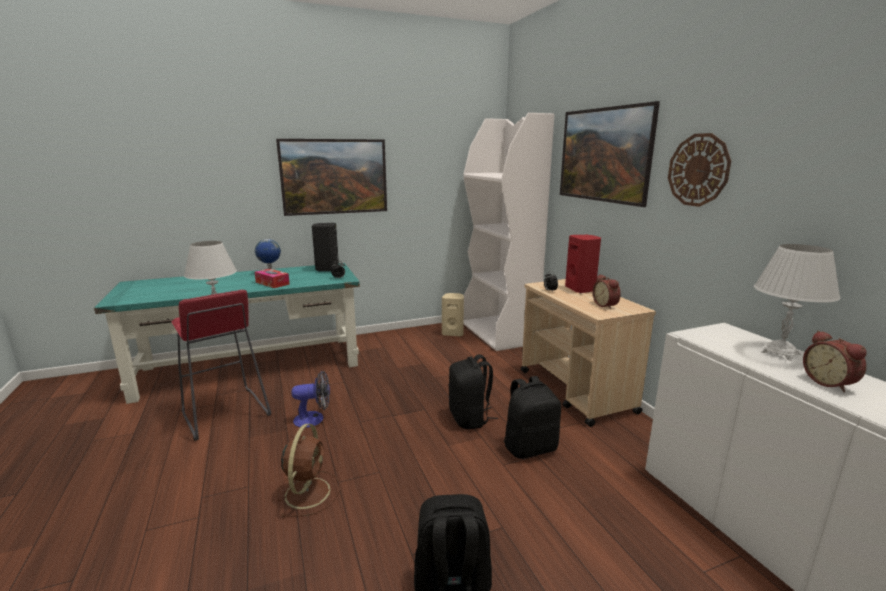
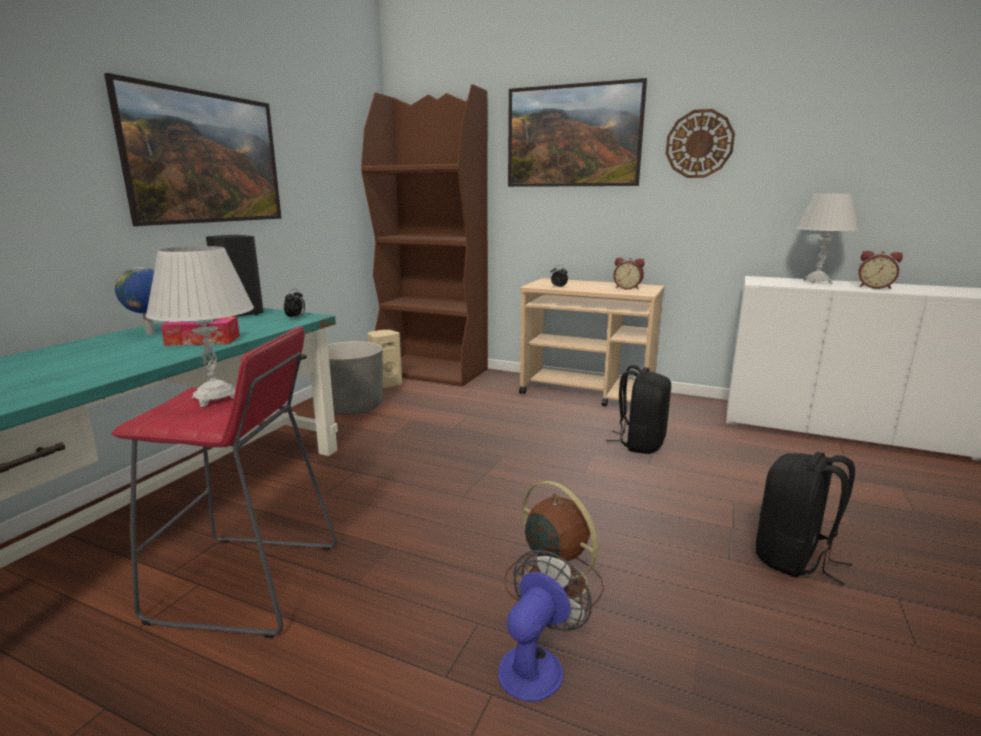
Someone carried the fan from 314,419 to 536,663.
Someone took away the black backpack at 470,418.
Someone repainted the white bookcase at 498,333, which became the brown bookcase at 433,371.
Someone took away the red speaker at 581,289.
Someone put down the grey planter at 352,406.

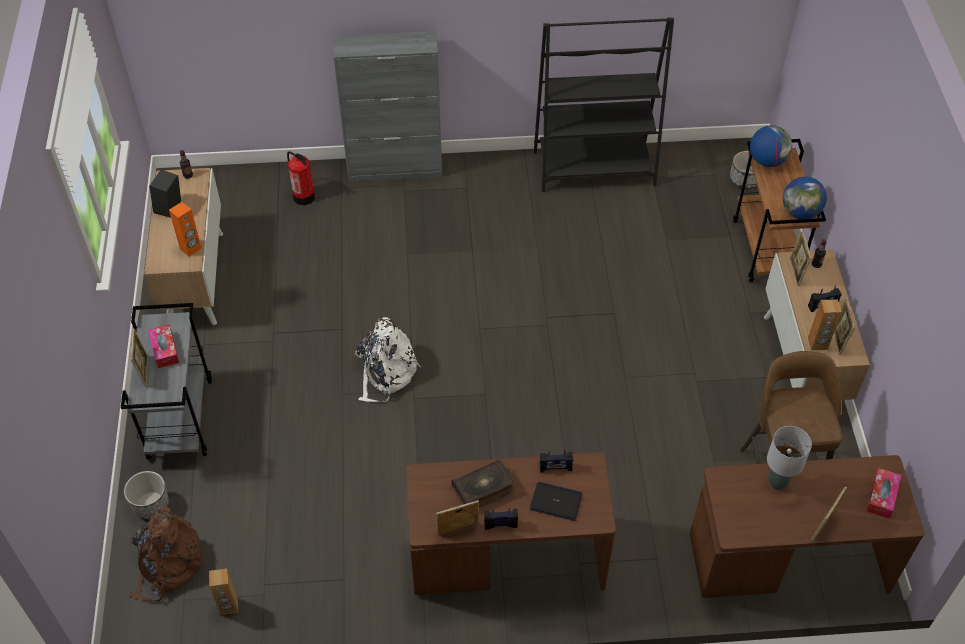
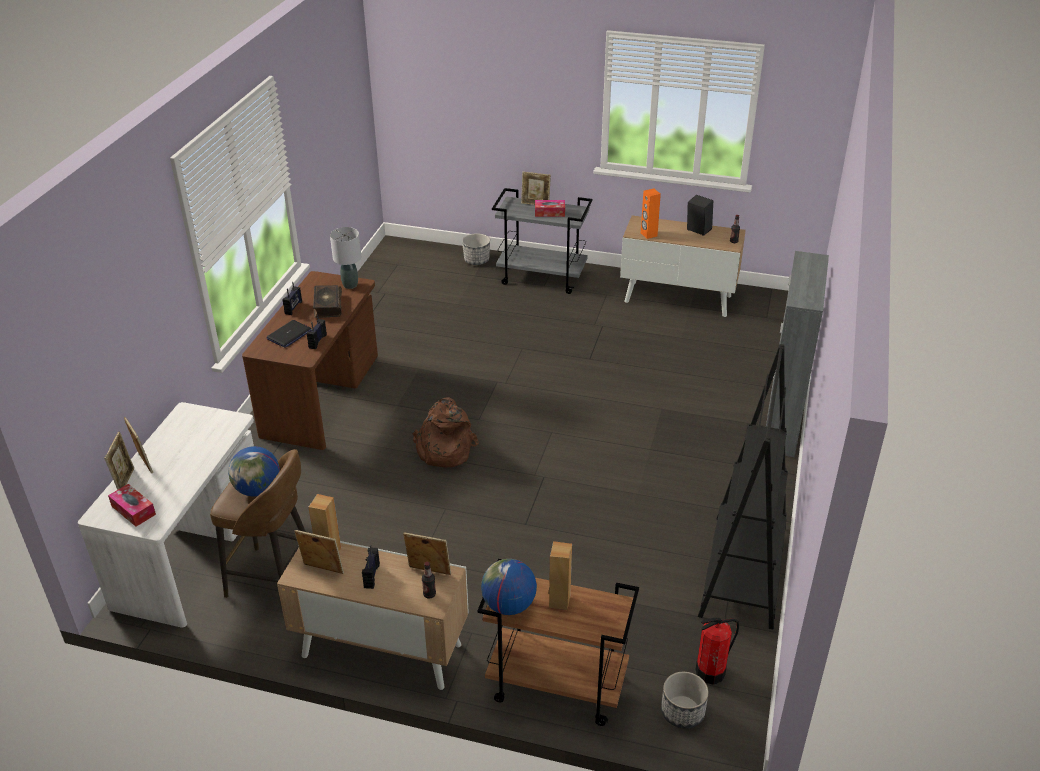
Someone carried the brown backpack from 167,565 to 443,450.
Someone carried the brown speaker from 229,606 to 559,601.
Someone carried the fire extinguisher from 304,196 to 711,672.
Someone took away the white backpack at 385,373.
Someone carried the picture frame from 458,530 to 125,481.
Someone repainted the brown desk at 788,561, which became the white desk at 192,551.
Someone carried the globe from 767,160 to 258,489.
Someone carried the grey table lamp from 778,482 to 350,285.

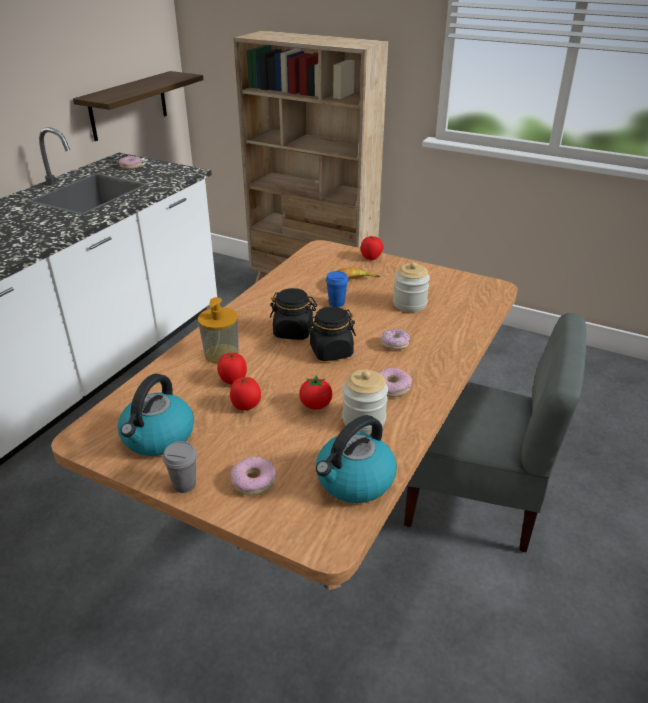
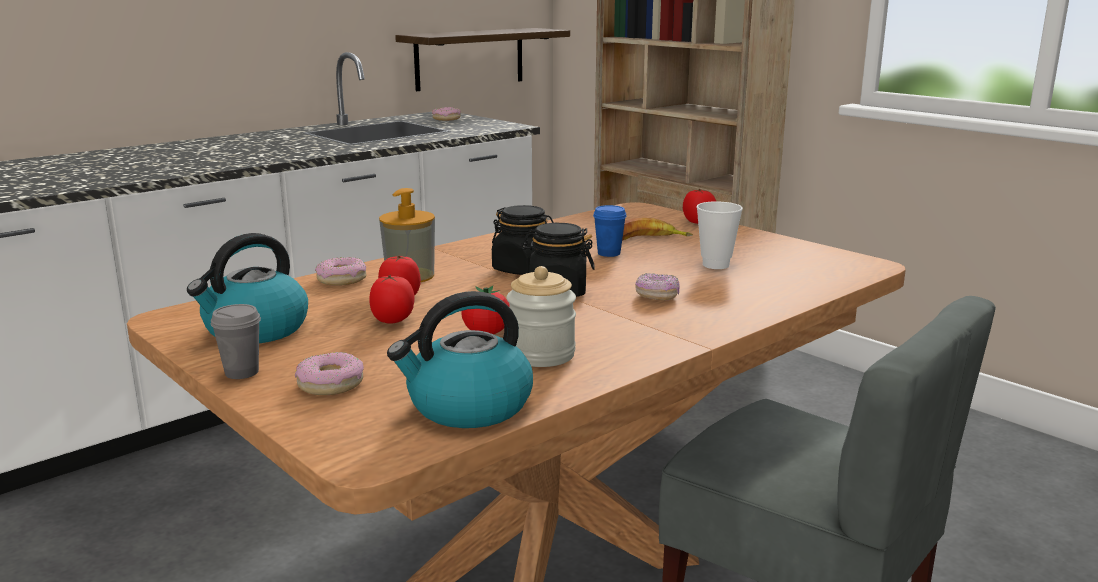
Someone carried the donut from 392,387 to 341,279.
Someone swapped the jar at 409,304 for the cup at 715,265.

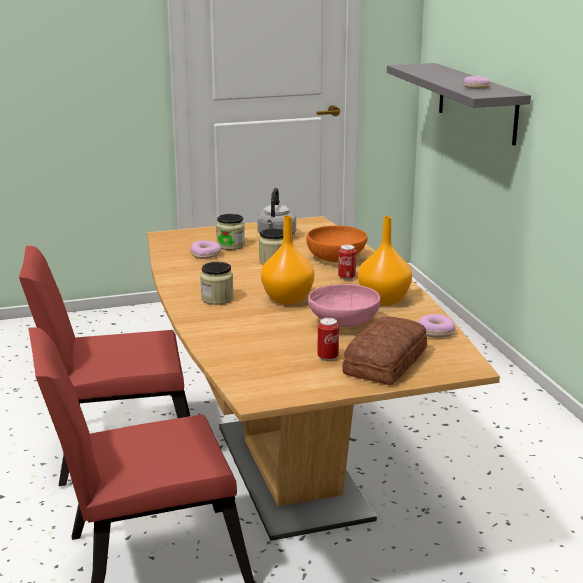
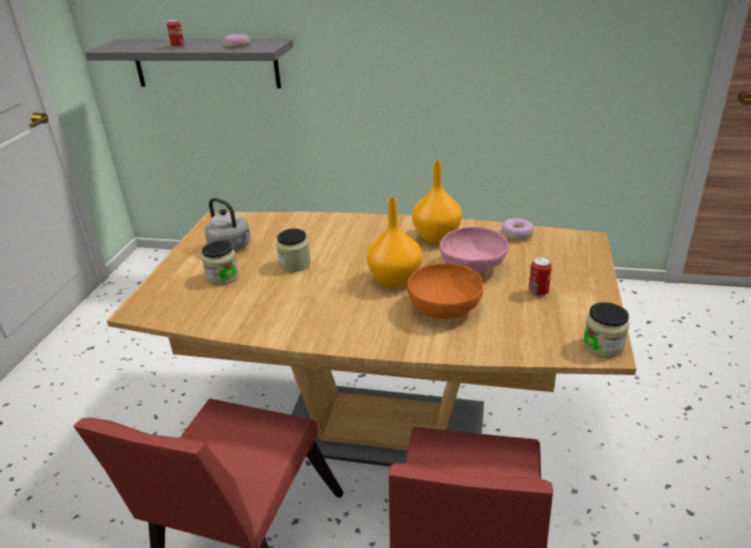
Someone took away the donut at 205,255.
Someone carried the jar from 217,298 to 602,346.
Someone carried the orange bowl from 337,258 to 444,308.
Someone carried the can from 346,277 to 178,46.
Someone took away the bread at 388,361.

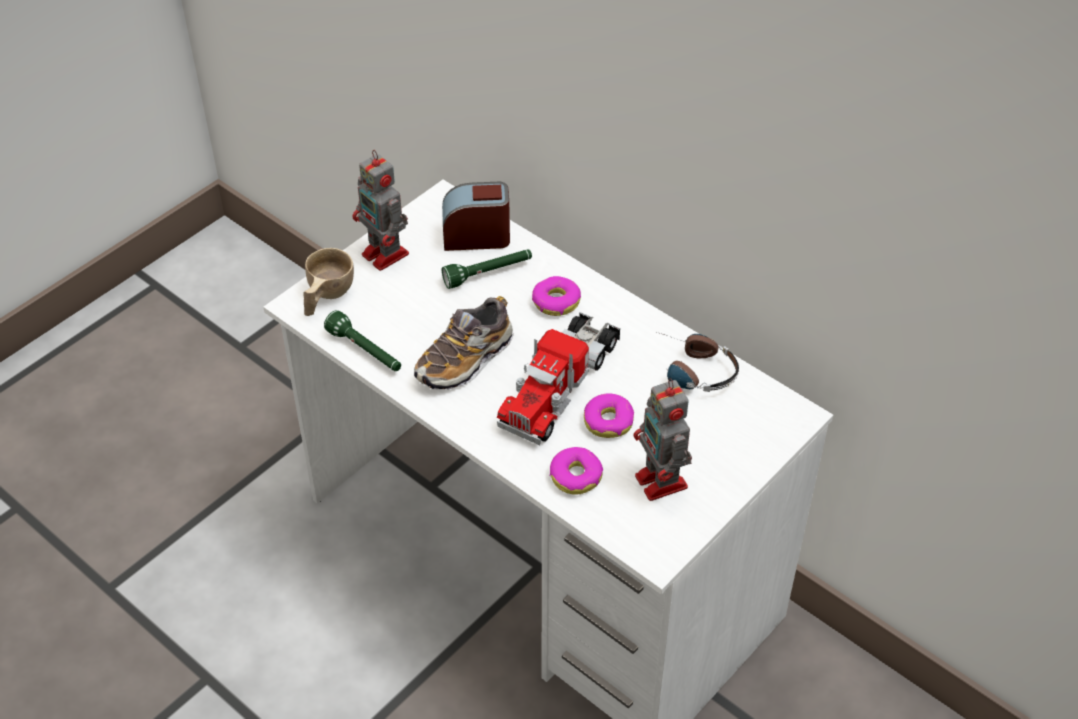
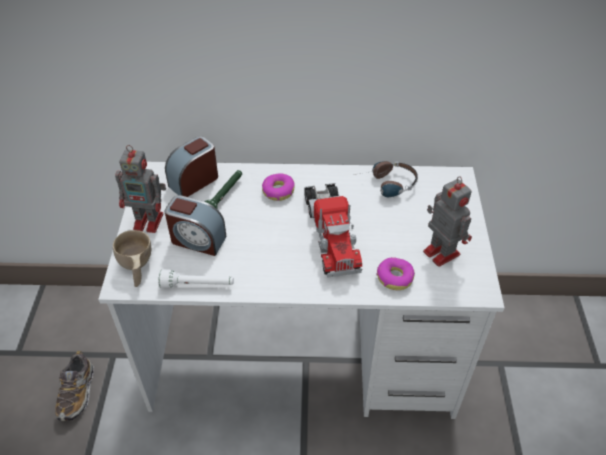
Someone repainted the green flashlight at 365,351, which became the white flashlight at 197,285.
Someone carried the shoe from 465,360 to 77,393.
Someone took away the donut at 608,421.
Someone rotated the toy robot at 662,483 by 150 degrees counterclockwise.
Someone put down the alarm clock at 197,240.

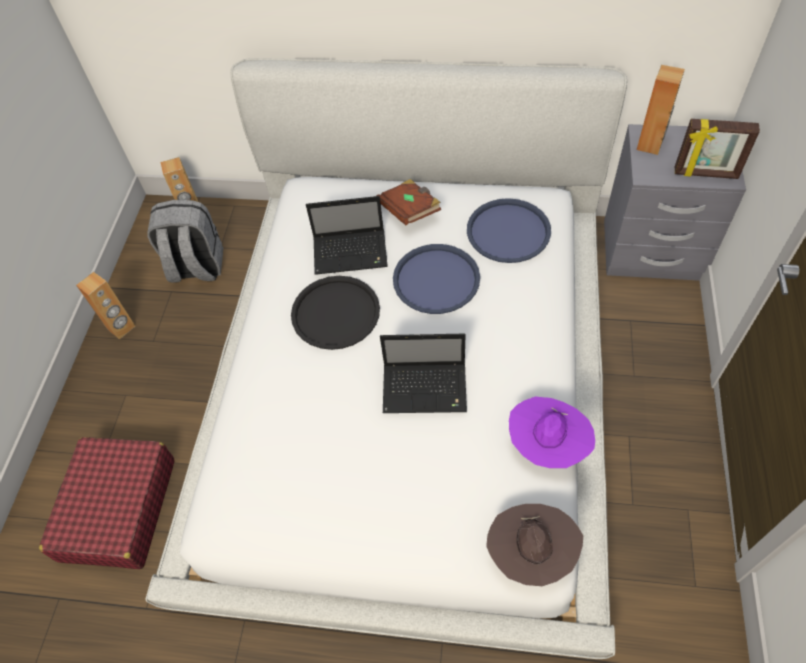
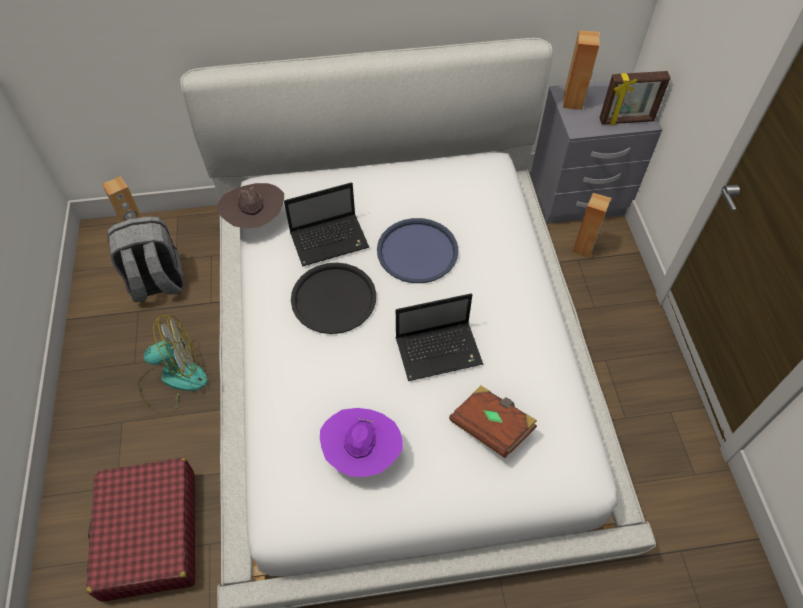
Someone carried the brown speaker from 122,328 to 584,248.
Someone carried the brown book from 410,211 to 491,426.
Someone took away the blue tray at 508,231.
Someone carried the brown hat from 530,553 to 255,221.
Someone carried the purple hat from 547,445 to 362,453.
Someone put down the fan at 173,379.

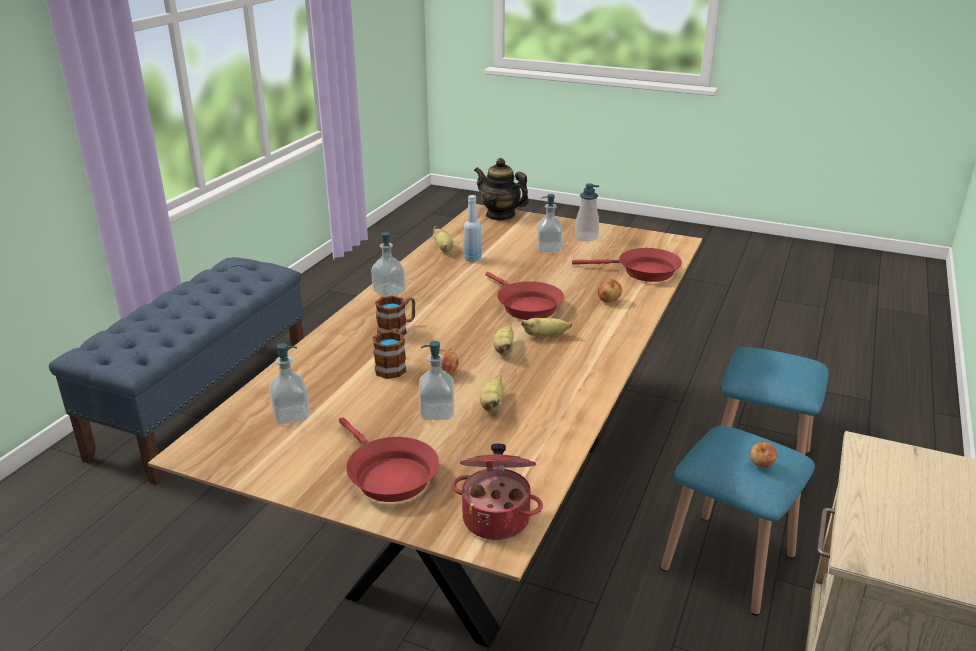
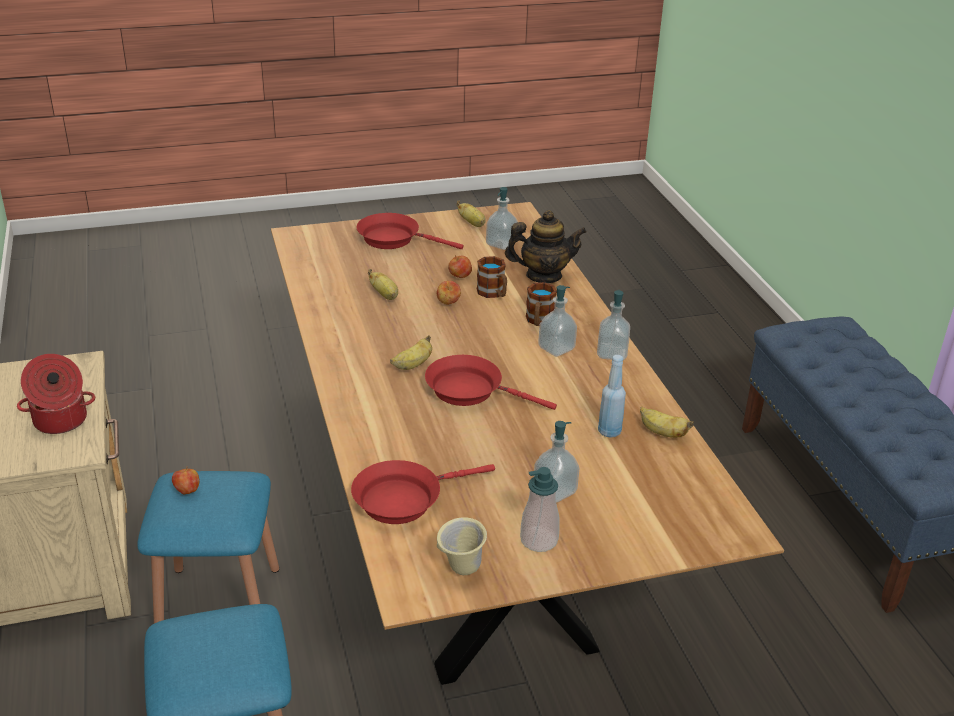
Someone carried the soap dispenser from 437,412 to 556,348.
Someone carried the cooking pot from 497,518 to 60,421.
Someone carried the teapot from 500,215 to 543,276.
Someone carried the banana from 504,350 to 472,224.
Someone carried the apple from 609,301 to 459,277.
Someone put down the beige mug at 461,570.

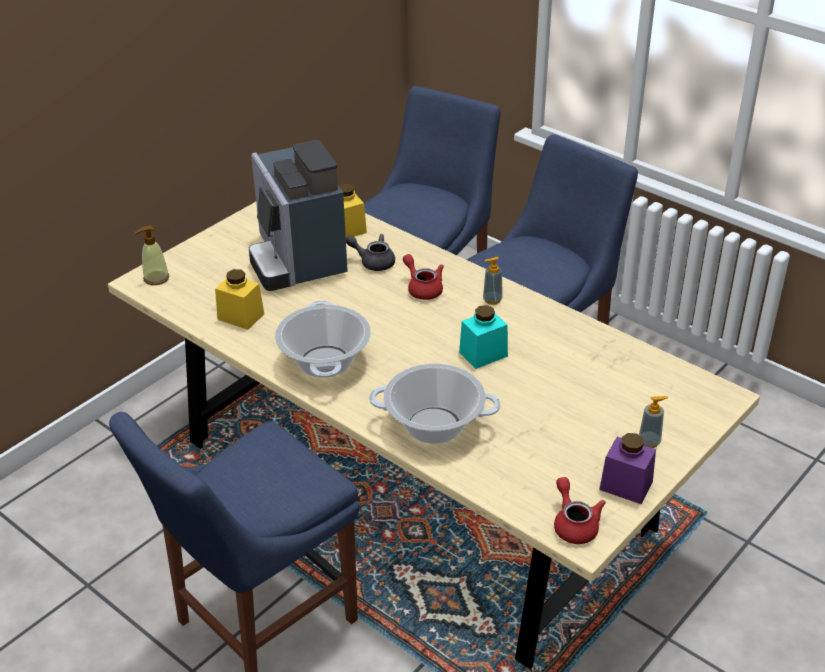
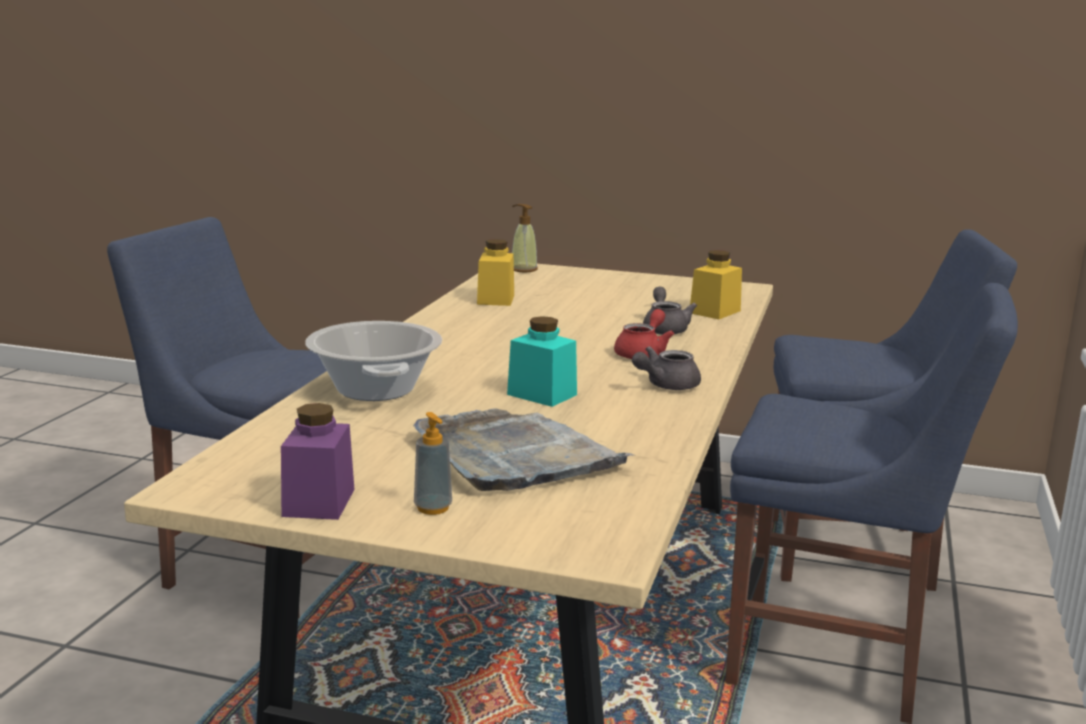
Someone took away the coffee machine at 297,259.
Someone took away the cooking pot at 324,362.
Someone swapped the soap dispenser at 492,300 for the grey teapot at 665,386.
Someone took away the red teapot at 574,524.
Someone put down the grey tray at 515,456.

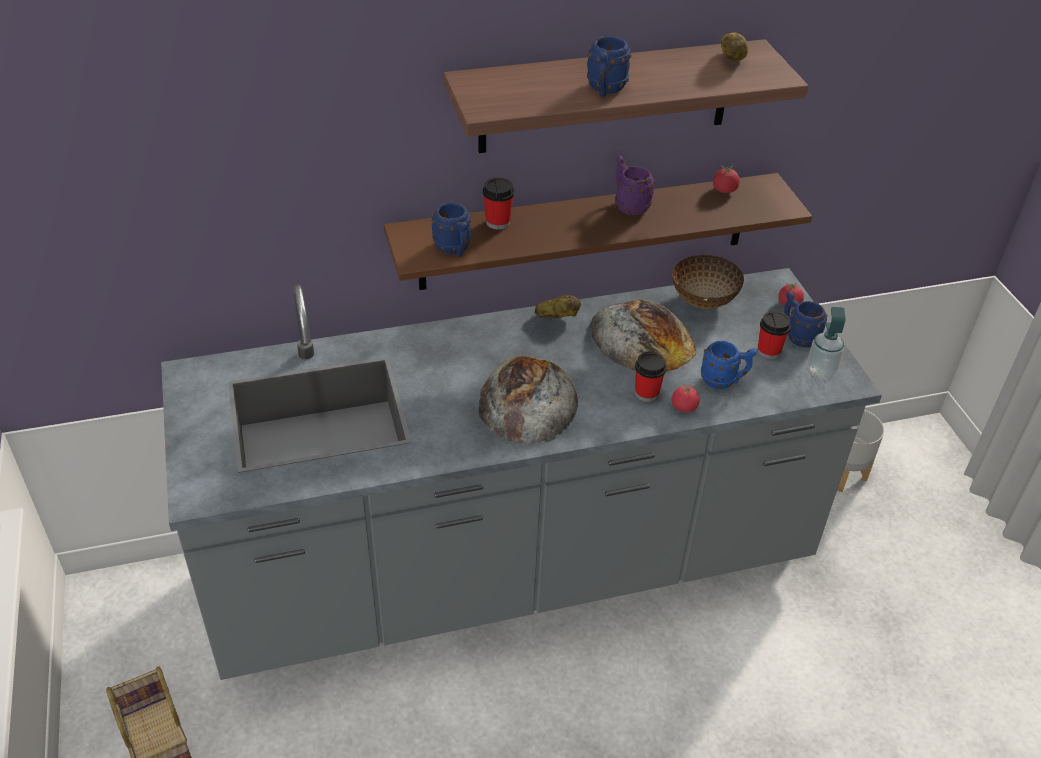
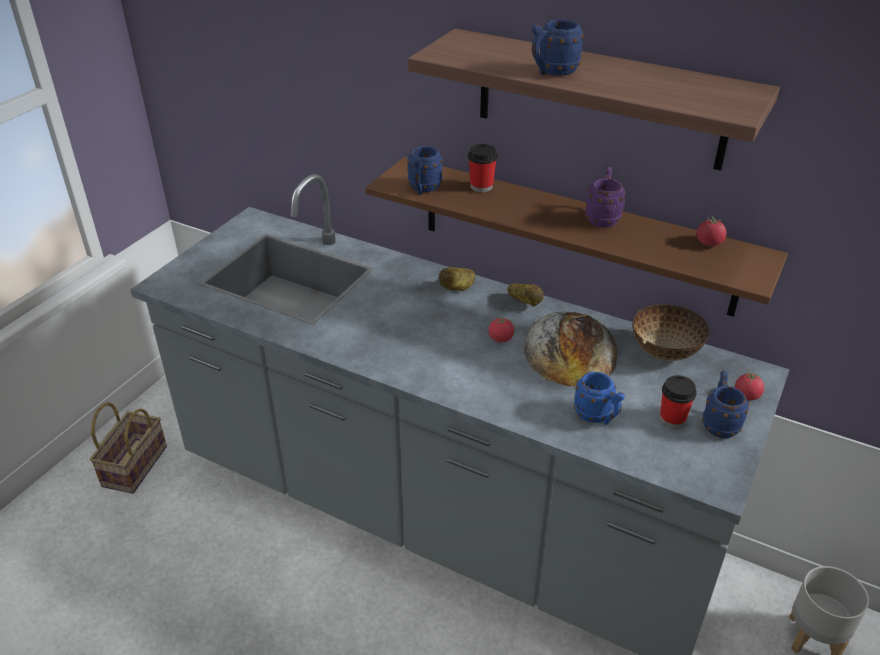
Someone took away the bread at 527,401.
Someone took away the cup at 646,393.
Someone carried the tomato from 684,407 to 500,338.
Someone carried the potato from 733,59 to 457,288.
Someone took away the soap dispenser at 821,370.

